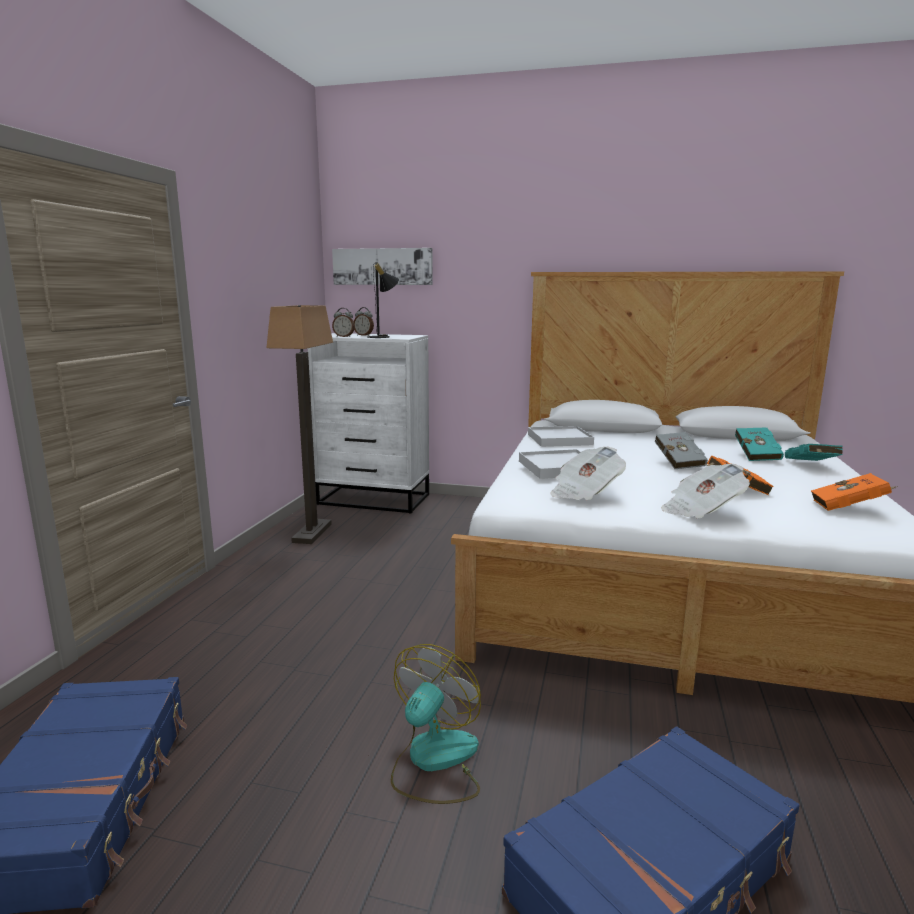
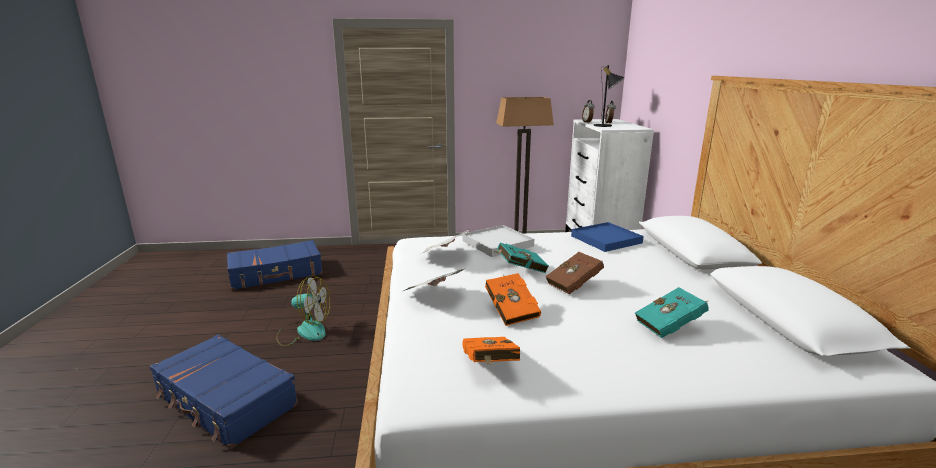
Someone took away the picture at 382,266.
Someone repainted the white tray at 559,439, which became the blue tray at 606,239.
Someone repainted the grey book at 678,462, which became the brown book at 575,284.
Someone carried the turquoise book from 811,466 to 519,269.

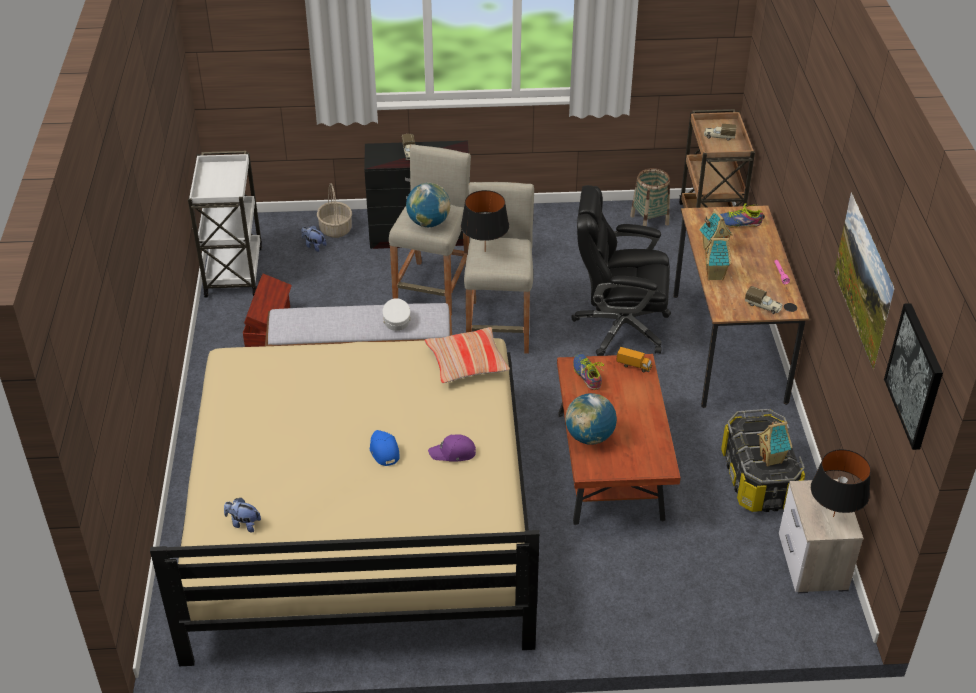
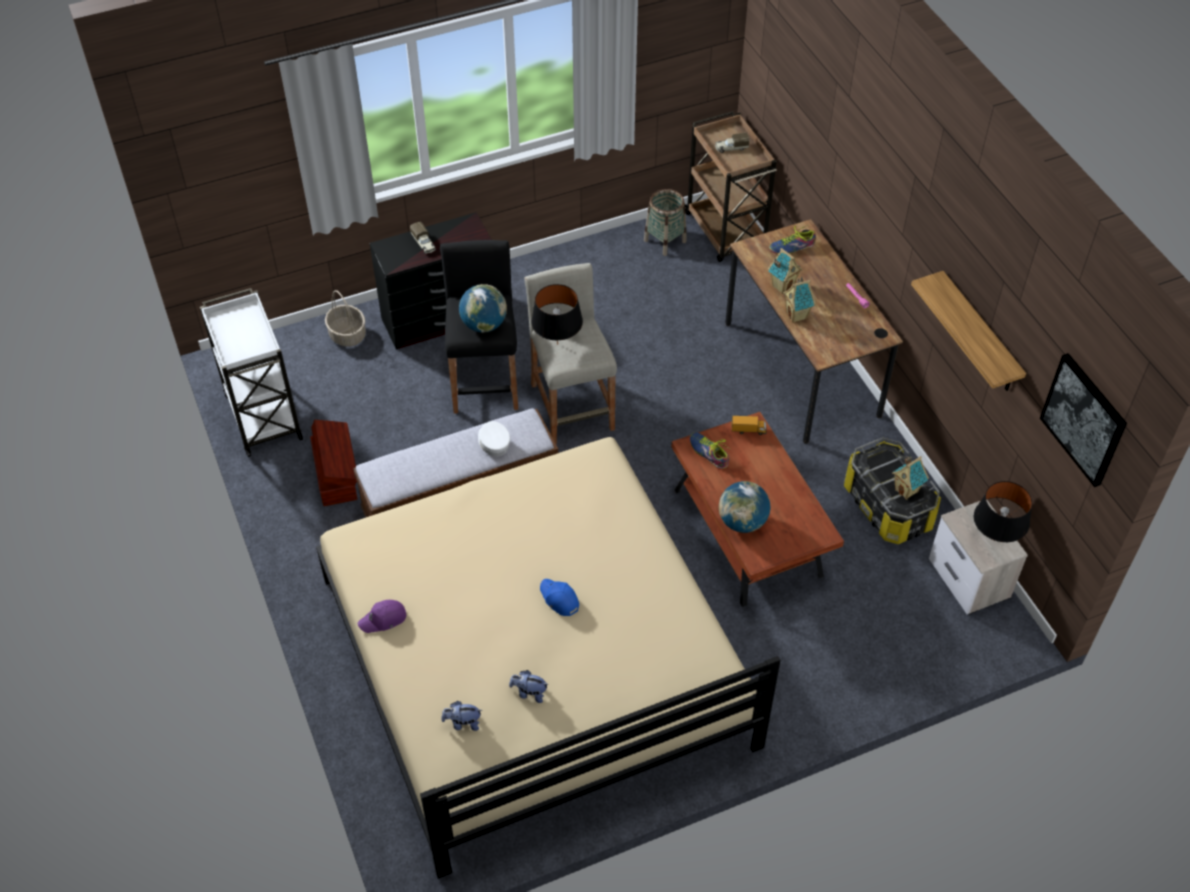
Someone carried the plush toy from 314,246 to 529,693.
Someone repainted the beige stool at 433,289, which became the black stool at 485,380.
Someone took away the pillow at 466,362.
Someone carried the purple cap from 453,453 to 383,619.
Someone took away the black office chair at 619,327.
Someone took away the toy truck at 763,306.
Someone swapped the picture at 857,299 for the shelf at 979,334.

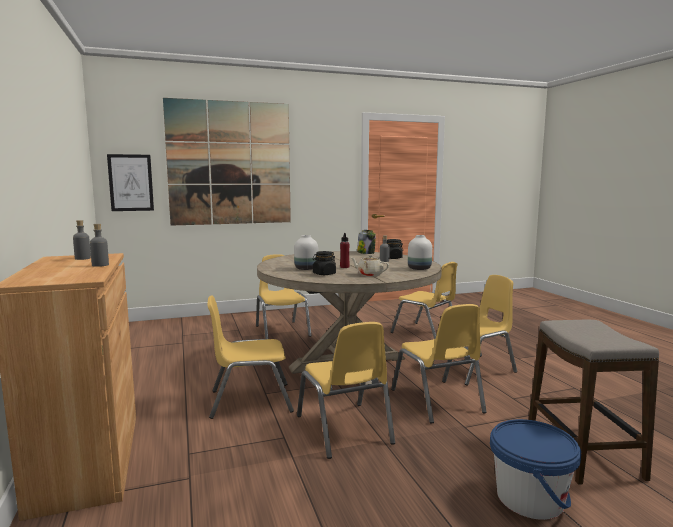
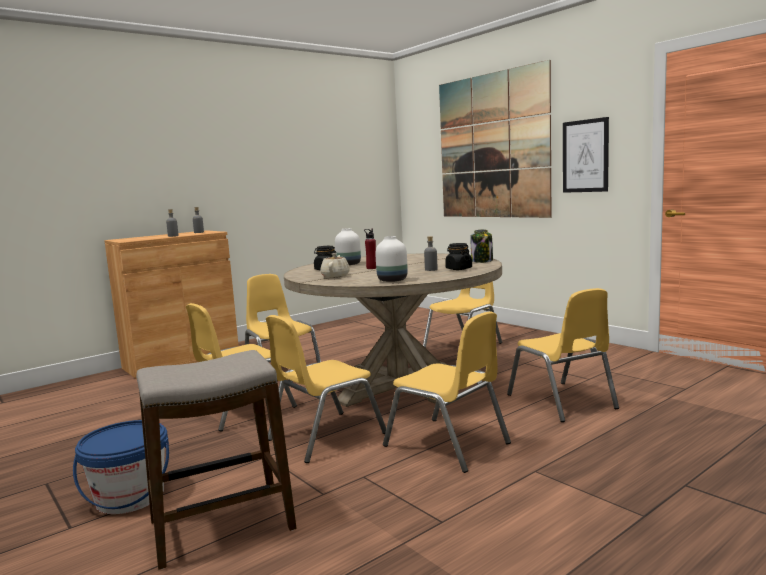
Someone carried the picture from 131,182 to 585,156.
Someone rotated the yellow chair at 425,333 by 45 degrees counterclockwise.

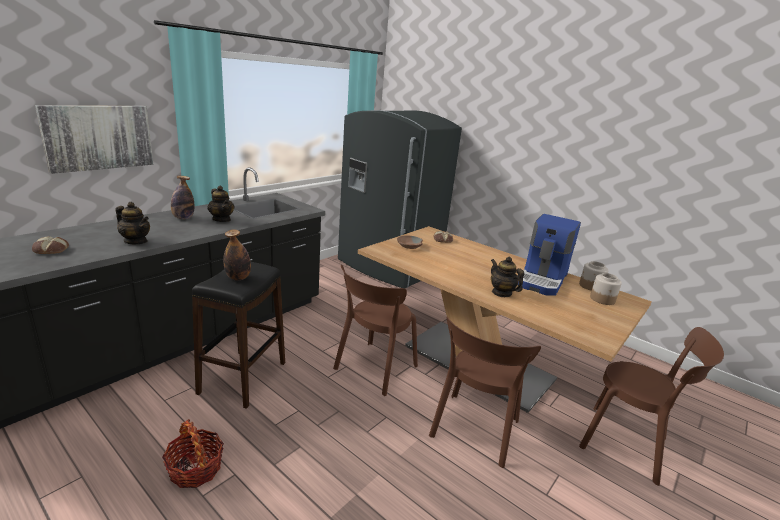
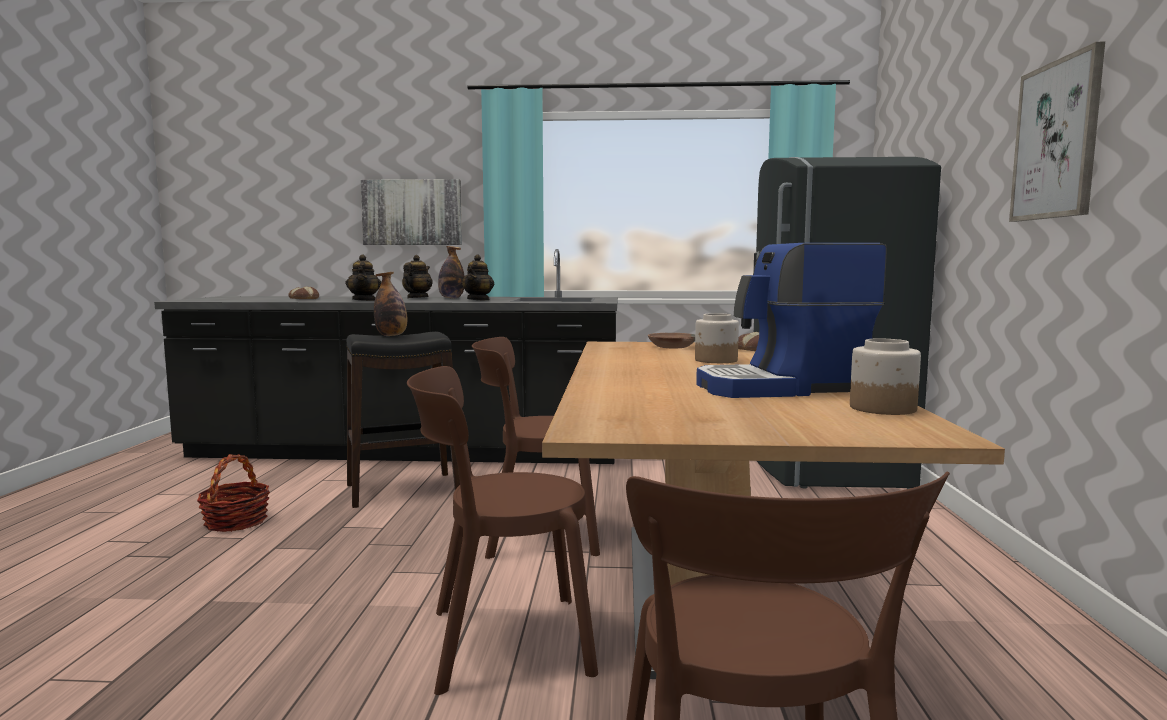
Someone carried the teapot from 501,293 to 417,298.
Someone carried the jar from 602,299 to 716,360.
Someone put up the picture at 1057,140.

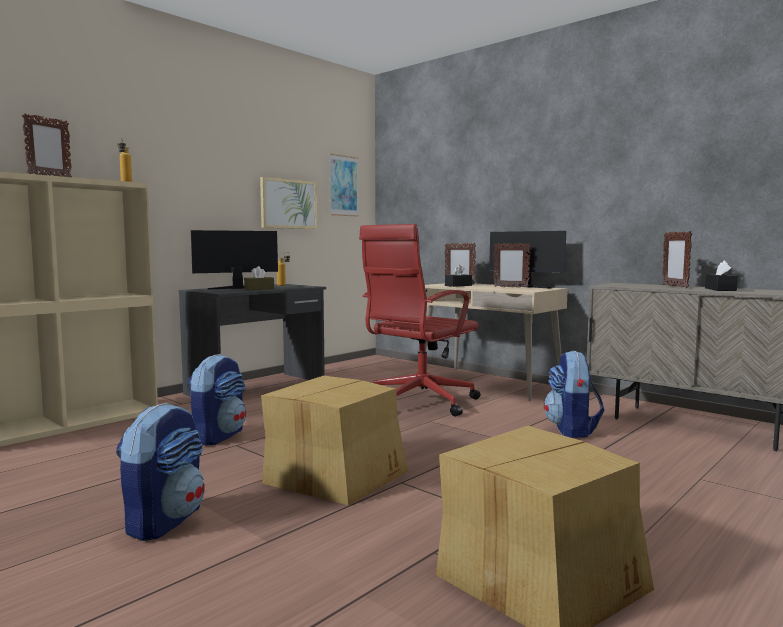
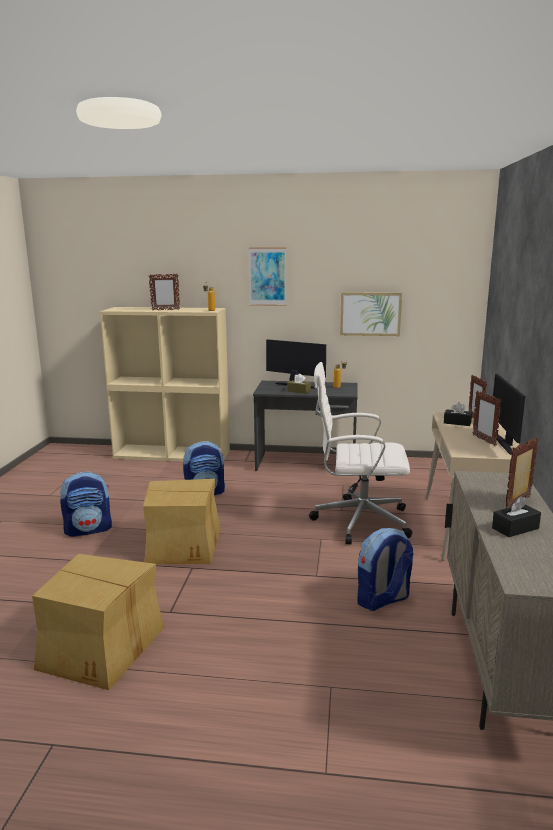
Someone carried the picture from 343,185 to 267,276.
Someone repainted the red office chair at 418,403, which became the white office chair at 358,521.

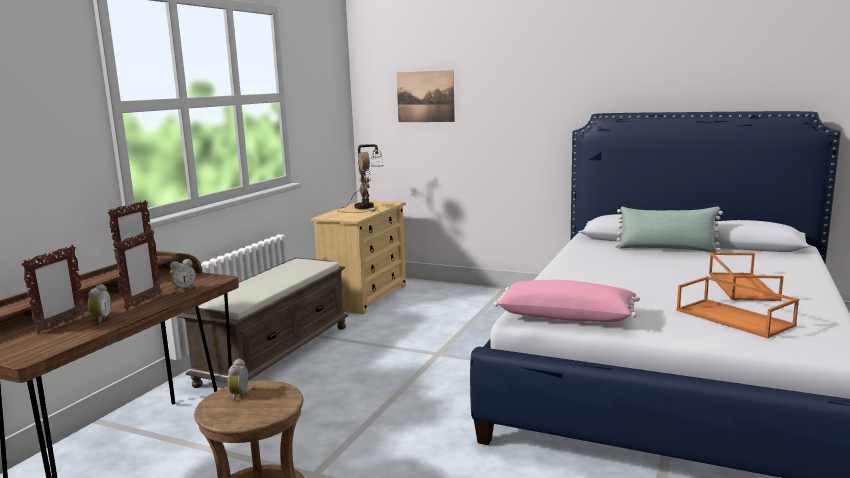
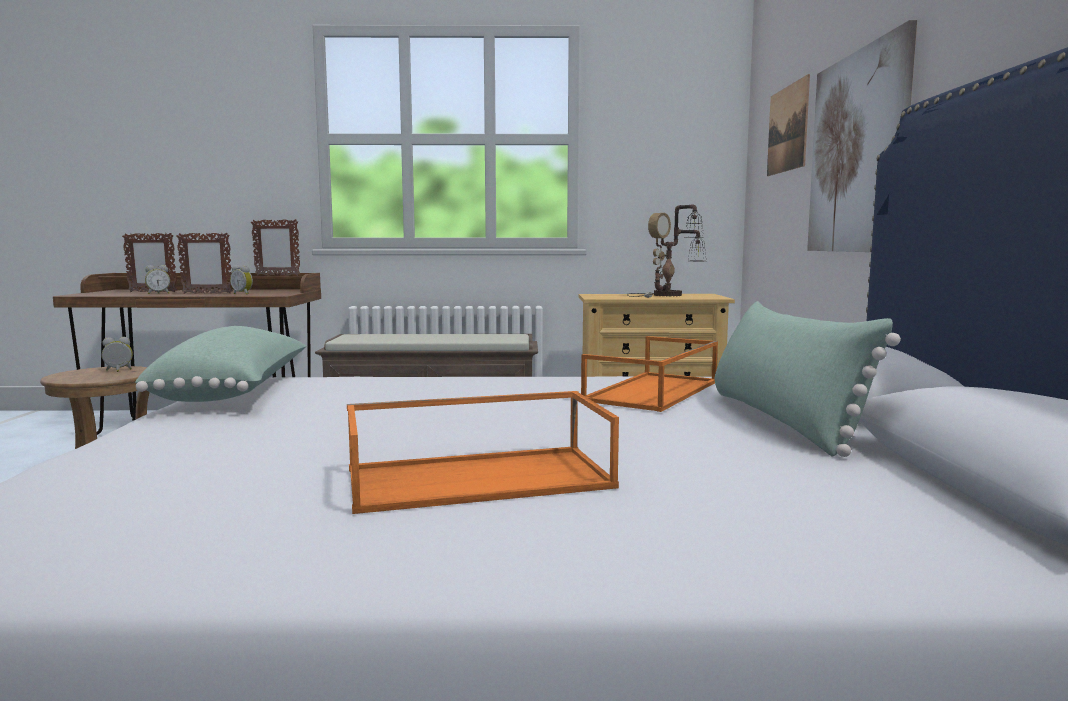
Someone repainted the pink pillow at 566,316, which became the green pillow at 237,392.
Someone carried the orange tray from 735,318 to 654,392.
Someone put up the picture at 857,153.

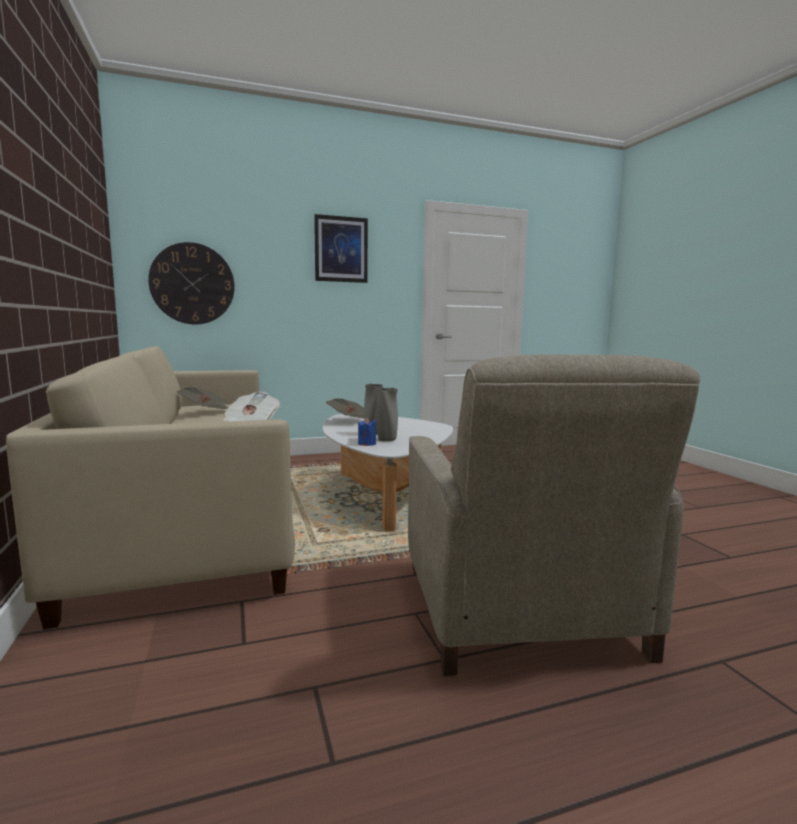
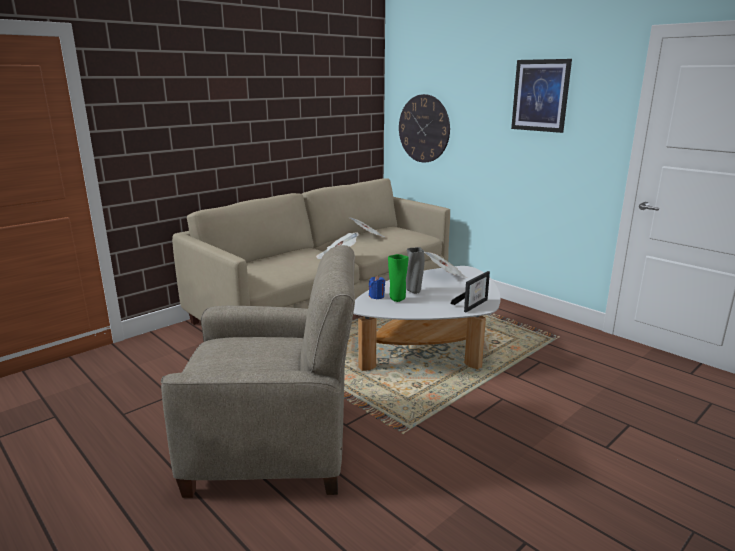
Someone repainted the grey vase at 387,440, which became the green vase at 397,300.
Someone rotated the beige armchair at 519,610 by 150 degrees counterclockwise.
Someone put down the picture frame at 472,304.

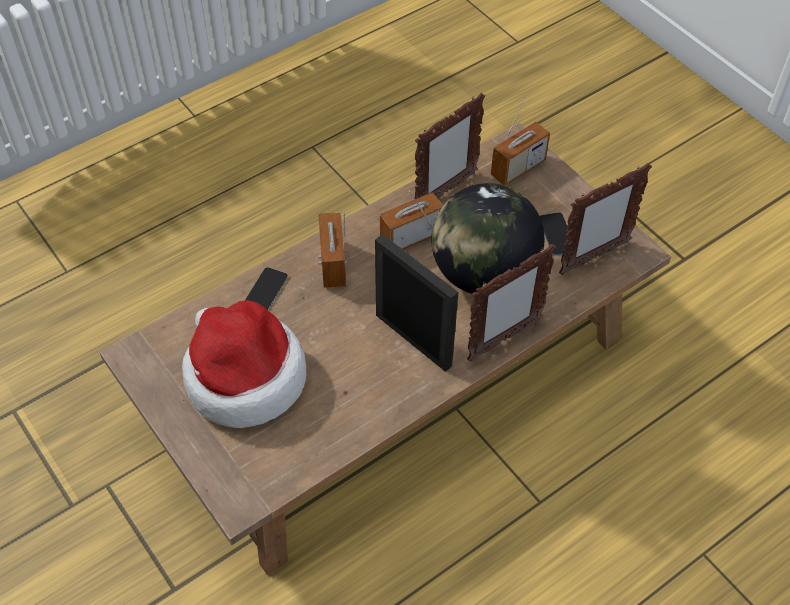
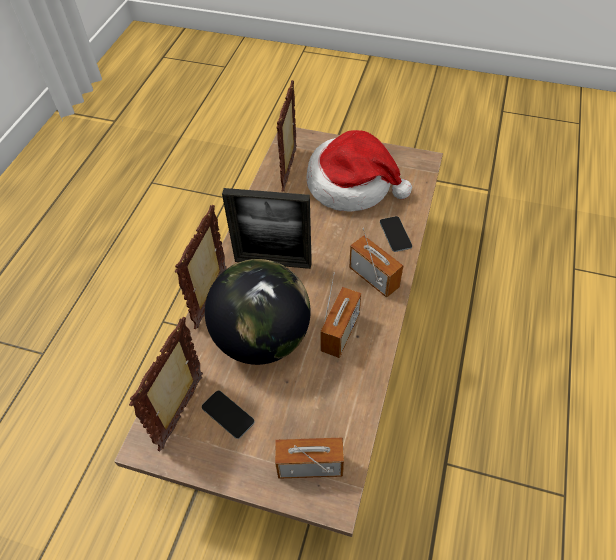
Someone carried the picture frame from 445,192 to 290,170.
Someone rotated the radio at 518,168 by 75 degrees clockwise.

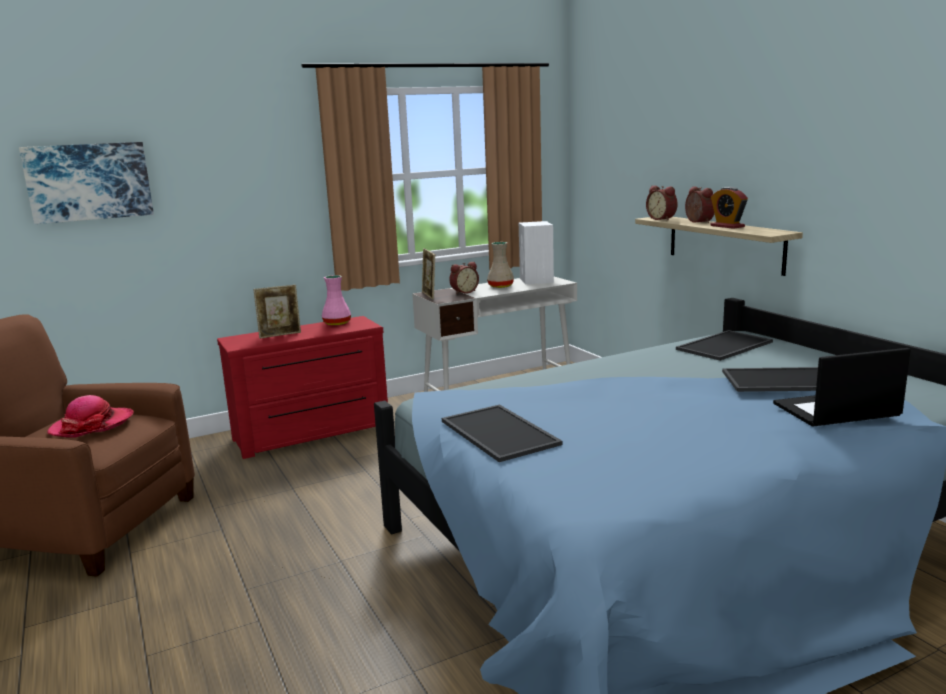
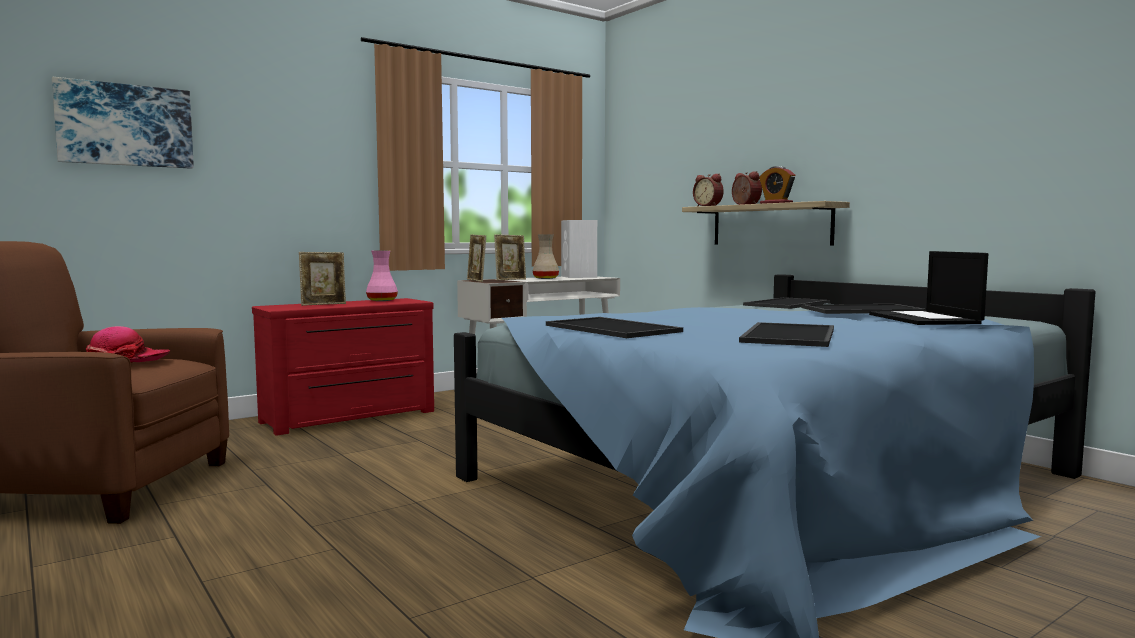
Someone swapped the alarm clock at 463,292 for the picture frame at 510,280.
Someone rotated the laptop at 835,410 by 75 degrees counterclockwise.
Someone put down the tray at 787,335.

